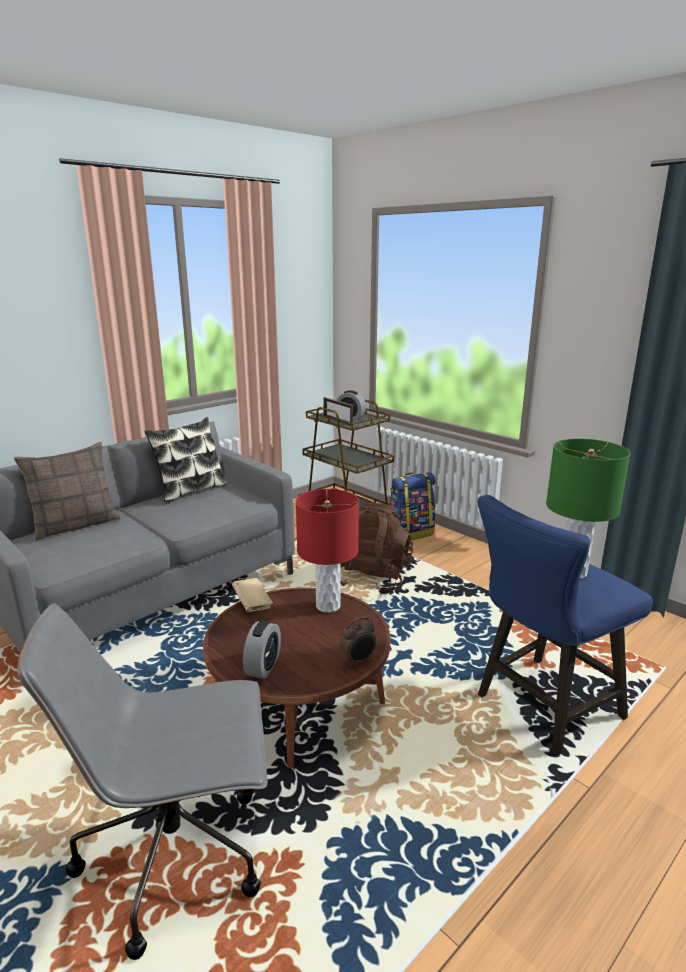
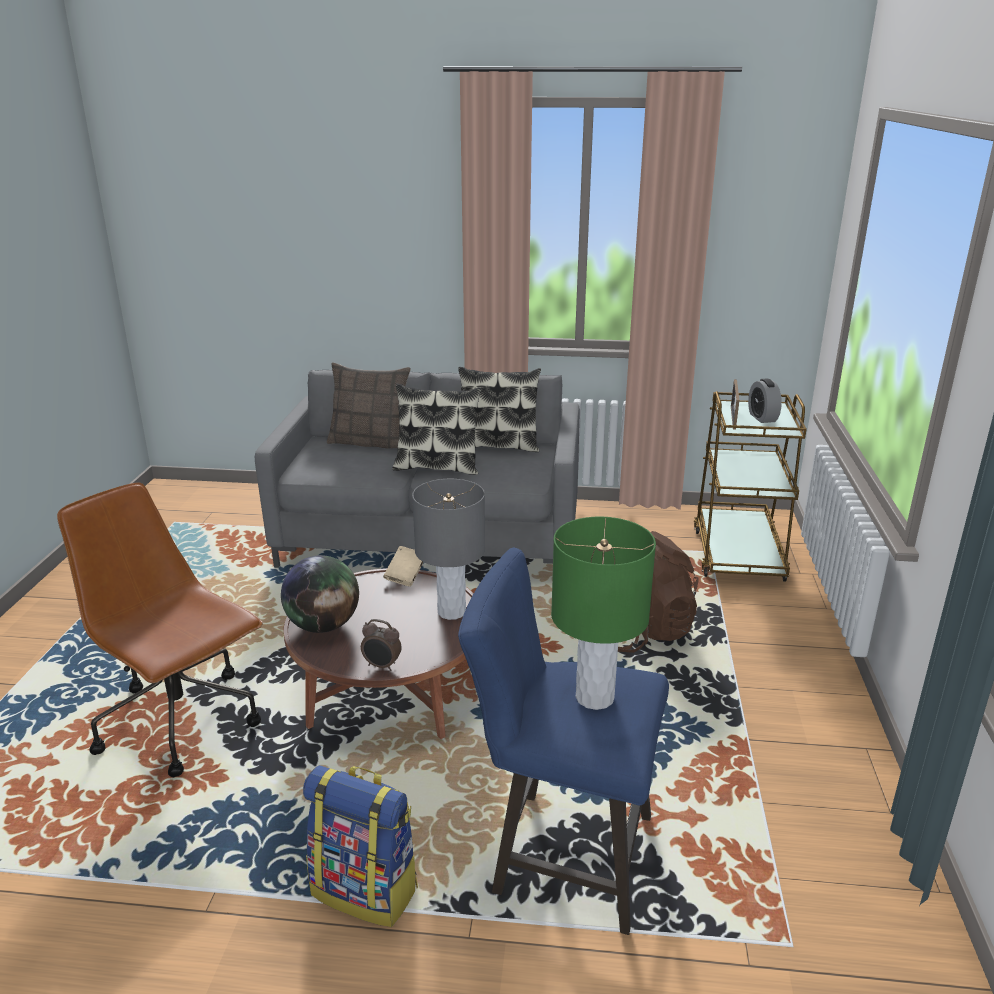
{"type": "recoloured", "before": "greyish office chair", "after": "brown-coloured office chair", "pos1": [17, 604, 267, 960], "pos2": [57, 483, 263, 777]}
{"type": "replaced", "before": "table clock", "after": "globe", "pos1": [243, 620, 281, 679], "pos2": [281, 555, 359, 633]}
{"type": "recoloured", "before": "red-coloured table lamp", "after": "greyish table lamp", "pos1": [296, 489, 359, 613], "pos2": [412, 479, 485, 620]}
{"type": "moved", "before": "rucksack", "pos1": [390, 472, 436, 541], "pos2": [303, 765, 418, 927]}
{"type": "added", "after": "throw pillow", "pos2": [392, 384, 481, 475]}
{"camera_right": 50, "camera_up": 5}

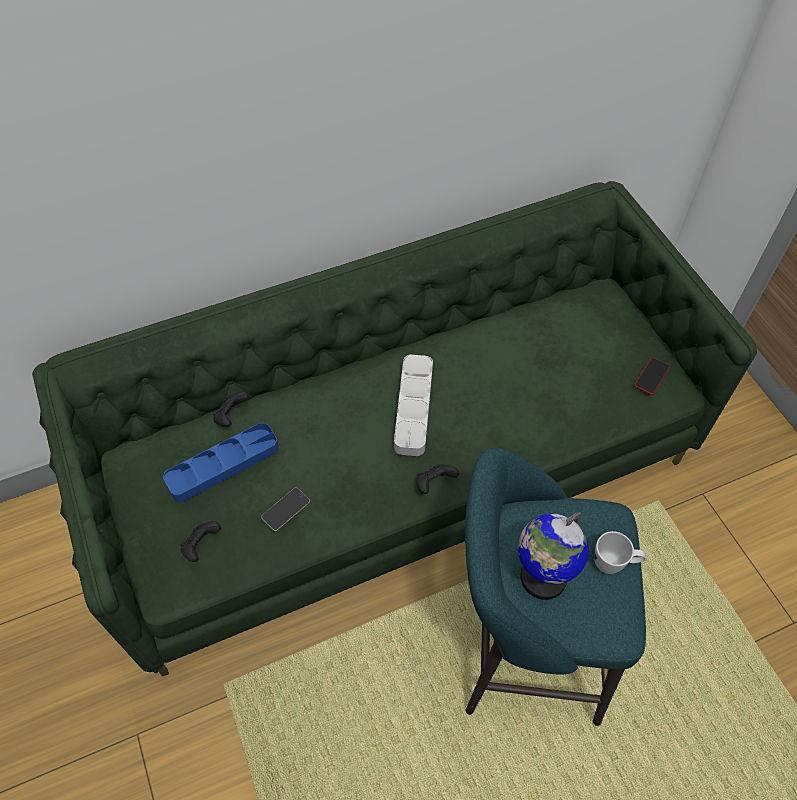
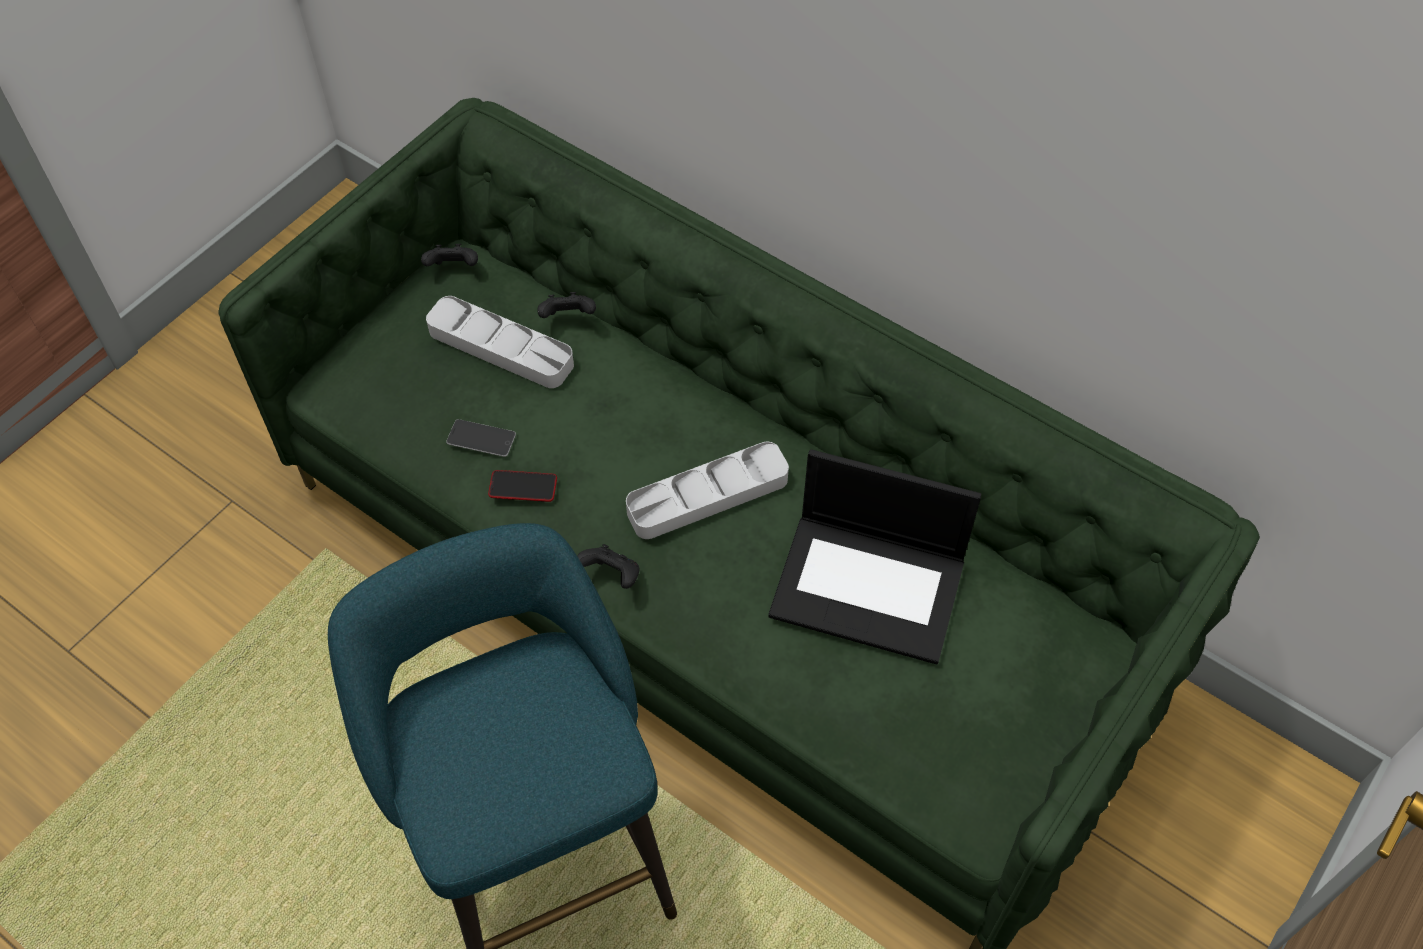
{"type": "recoloured", "before": "blue serving tray", "after": "greyish serving tray", "pos1": [163, 423, 279, 502], "pos2": [426, 296, 574, 388]}
{"type": "moved", "before": "black gamepad", "pos1": [180, 521, 221, 562], "pos2": [421, 244, 478, 266]}
{"type": "removed", "before": "globe", "pos1": [518, 512, 589, 600]}
{"type": "removed", "before": "whitish tea mug", "pos1": [594, 531, 646, 574]}
{"type": "moved", "before": "phone", "pos1": [634, 358, 670, 395], "pos2": [488, 470, 557, 502]}
{"type": "added", "after": "notebook computer", "pos2": [768, 449, 981, 664]}
{"camera_right": 60, "camera_up": 0}

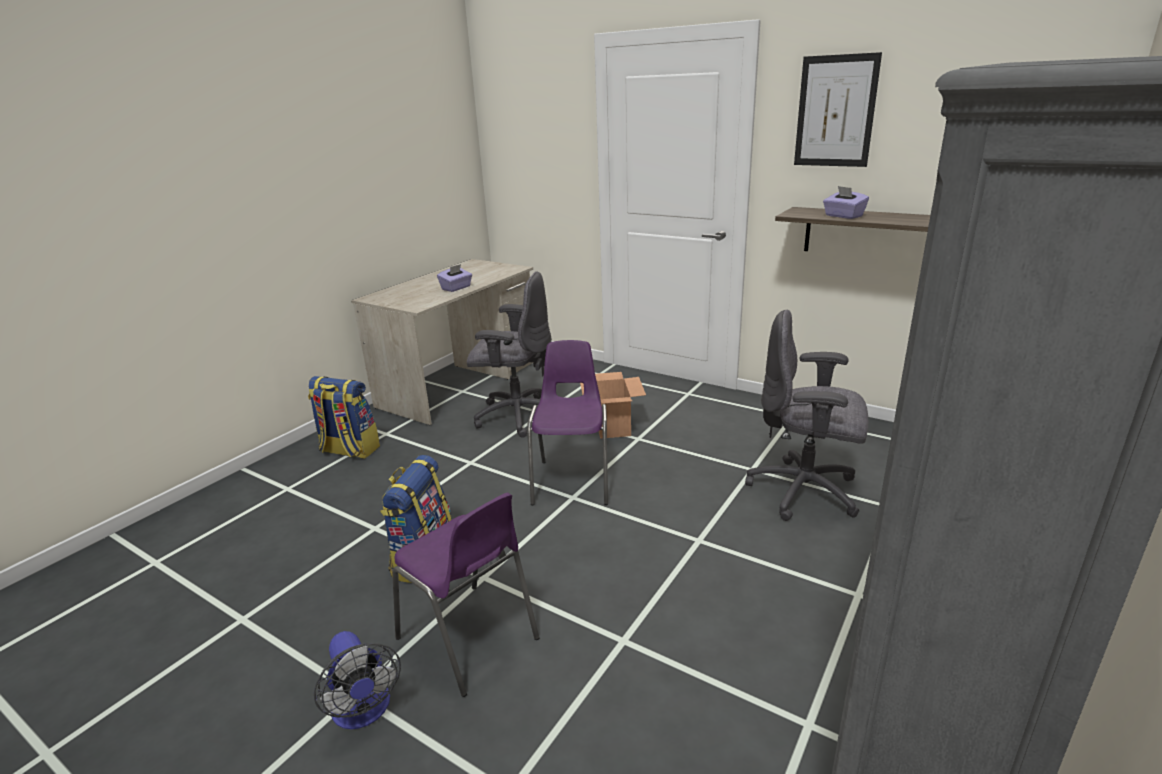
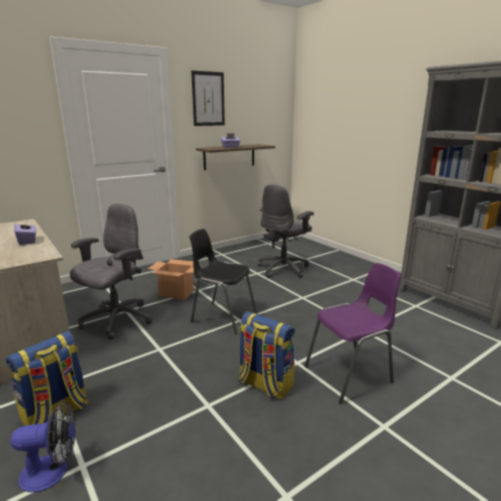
{"type": "moved", "before": "cooling fan", "pos1": [314, 631, 401, 729], "pos2": [10, 401, 76, 492]}
{"type": "recoloured", "before": "purple upright chair", "after": "black upright chair", "pos1": [527, 340, 608, 505], "pos2": [189, 229, 257, 335]}
{"camera_right": -70, "camera_up": -5}

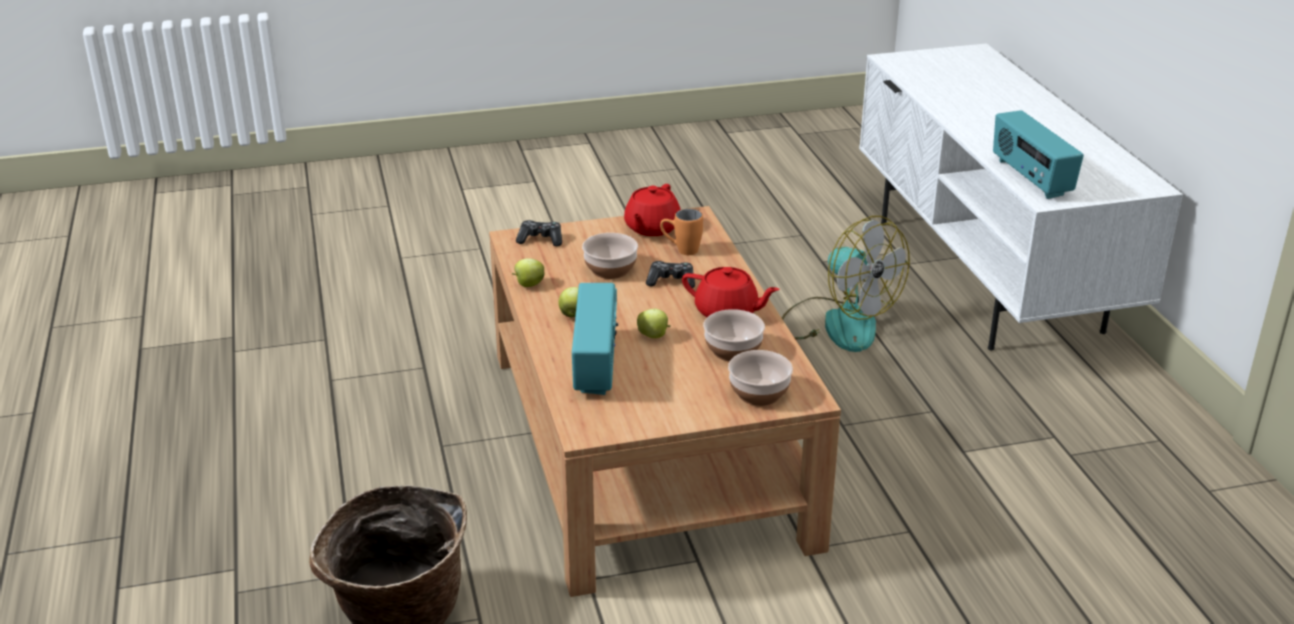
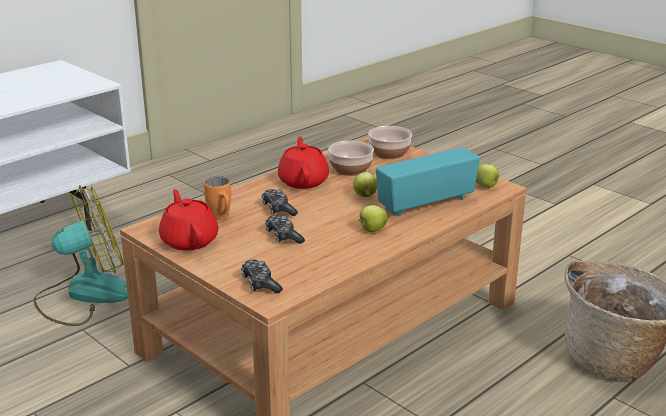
{"type": "moved", "before": "whole apple", "pos1": [512, 258, 544, 287], "pos2": [476, 164, 499, 188]}
{"type": "replaced", "before": "serving bowl", "after": "gamepad", "pos1": [582, 233, 638, 279], "pos2": [265, 215, 305, 244]}
{"type": "turned", "before": "red-coloured tea pot", "pos1": [624, 184, 681, 236], "pos2": [159, 189, 218, 251], "turn": -105}
{"type": "turned", "before": "cooling fan", "pos1": [782, 216, 910, 352], "pos2": [34, 185, 128, 326], "turn": 45}
{"type": "removed", "before": "radio receiver", "pos1": [993, 110, 1084, 199]}
{"camera_right": -120, "camera_up": -5}

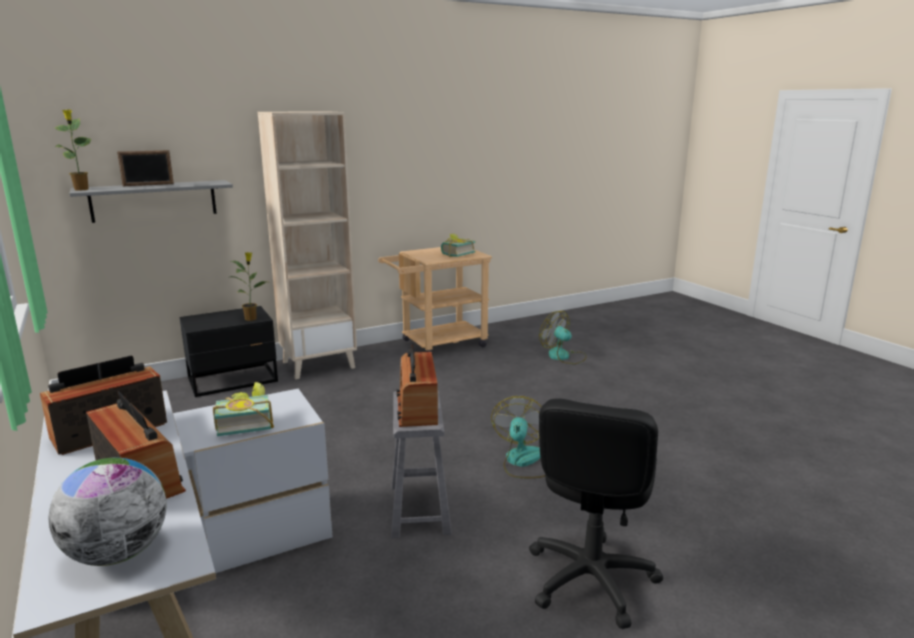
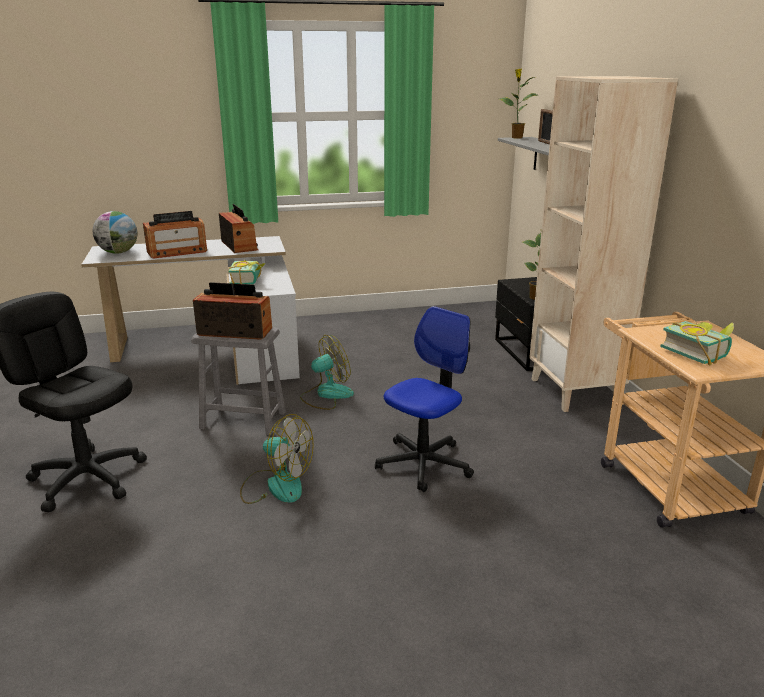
{"type": "moved", "before": "cooling fan", "pos1": [539, 311, 587, 364], "pos2": [300, 335, 354, 410]}
{"type": "added", "after": "office chair", "pos2": [375, 306, 474, 492]}
{"camera_right": 105, "camera_up": 5}

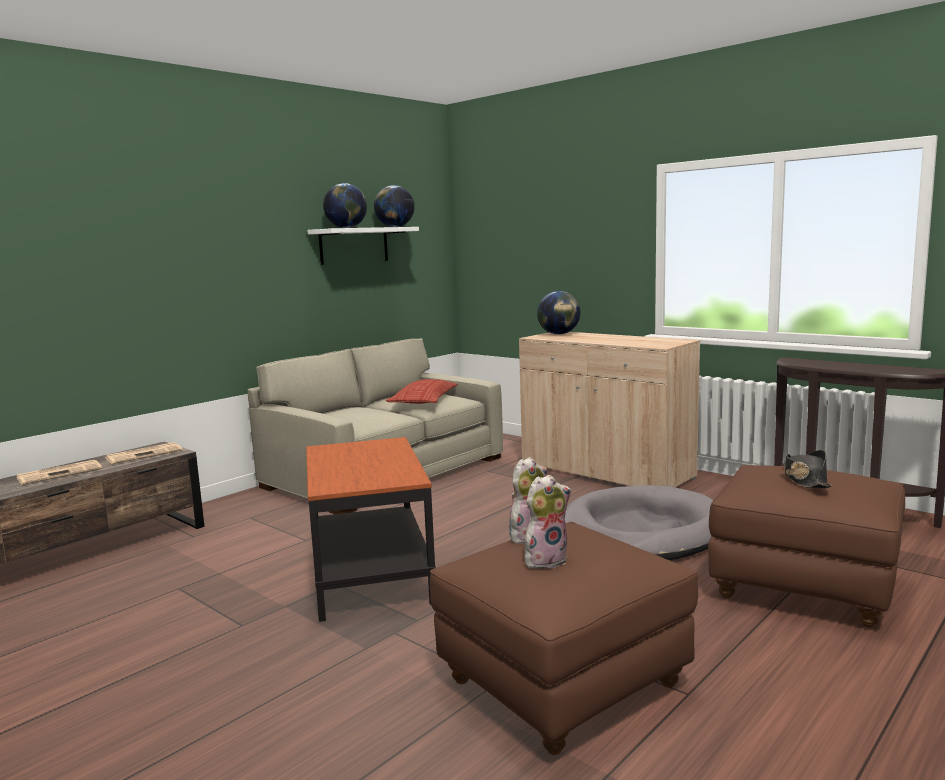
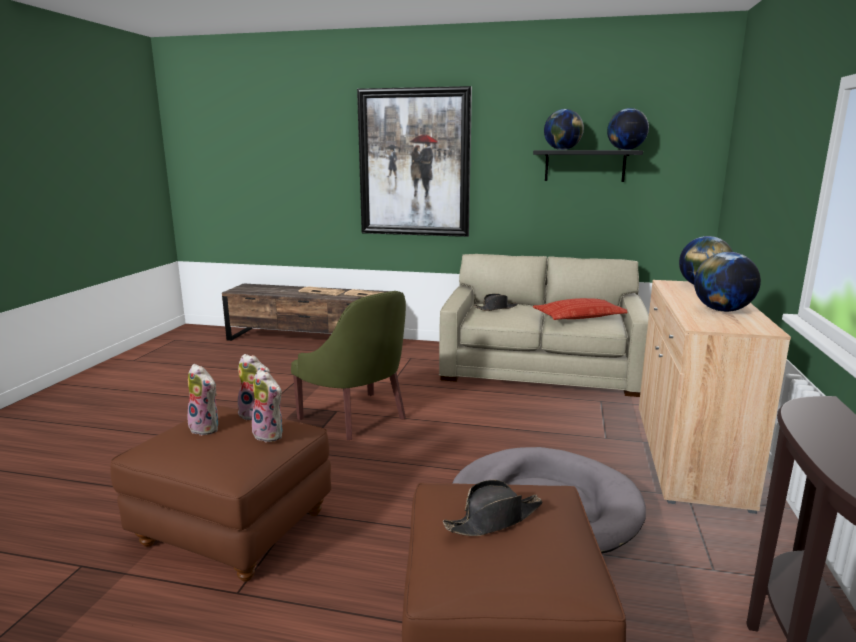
{"type": "replaced", "before": "accent table", "after": "green lounge chair", "pos1": [306, 437, 436, 622], "pos2": [291, 291, 406, 440]}
{"type": "recoloured", "before": "whitish shelf", "after": "black shelf", "pos1": [307, 227, 419, 265], "pos2": [533, 150, 643, 182]}
{"type": "added", "after": "plush toy", "pos2": [252, 369, 283, 442]}
{"type": "added", "after": "wall picture", "pos2": [357, 86, 472, 237]}
{"type": "added", "after": "black clothing hat", "pos2": [474, 294, 518, 311]}
{"type": "added", "after": "globe", "pos2": [694, 252, 761, 312]}
{"camera_right": 60, "camera_up": 5}

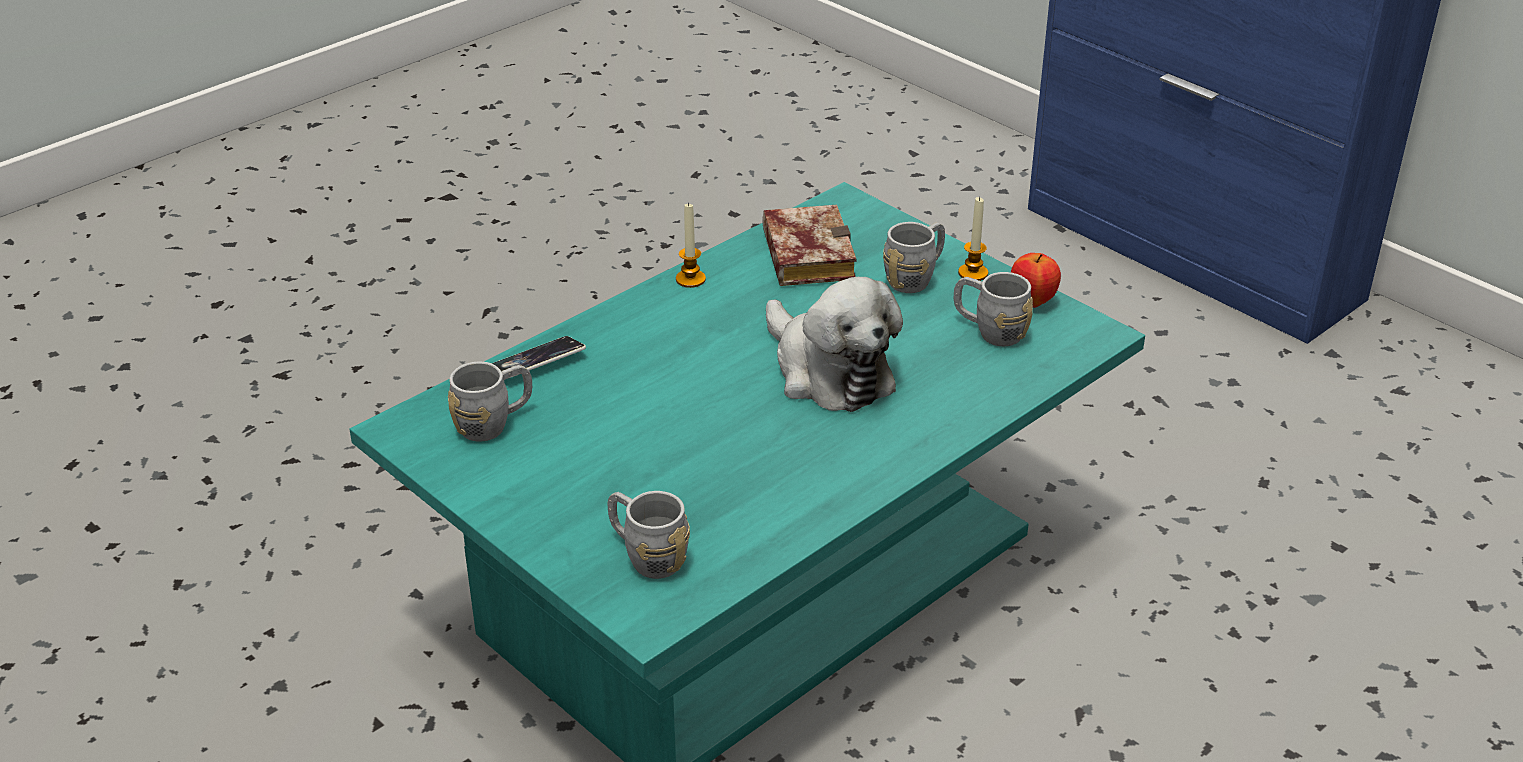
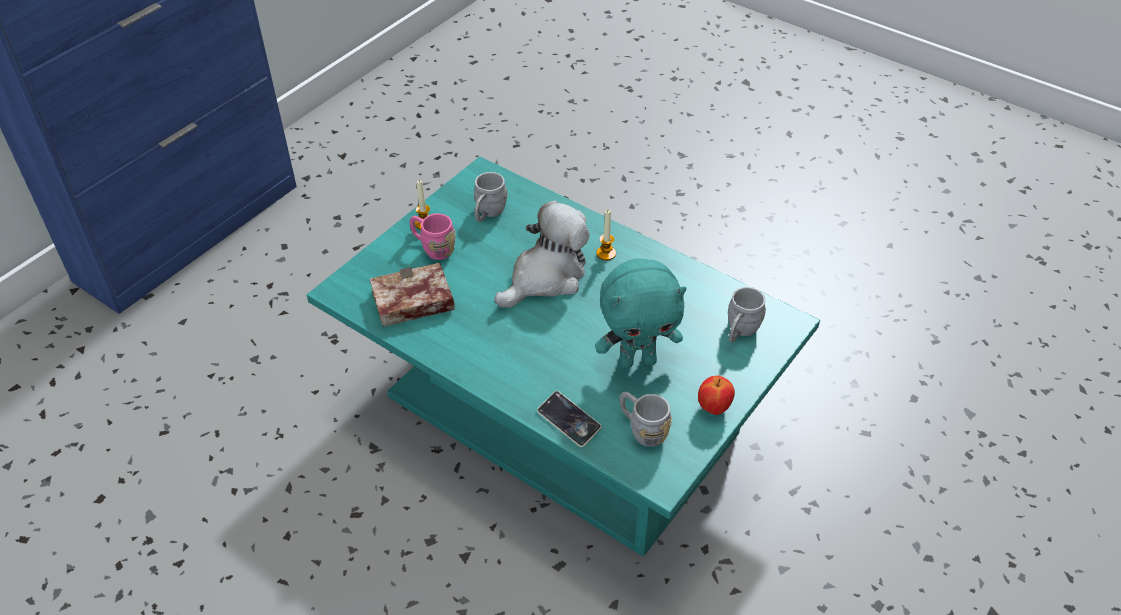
{"type": "moved", "before": "wax candle", "pos1": [676, 202, 706, 288], "pos2": [597, 210, 616, 260]}
{"type": "recoloured", "before": "greyish tea mug", "after": "pinkish tea mug", "pos1": [883, 222, 945, 293], "pos2": [410, 213, 456, 260]}
{"type": "moved", "before": "whole apple", "pos1": [1011, 253, 1061, 308], "pos2": [698, 376, 735, 415]}
{"type": "added", "after": "turquoise plush toy", "pos2": [595, 258, 686, 369]}
{"camera_right": -100, "camera_up": 10}

